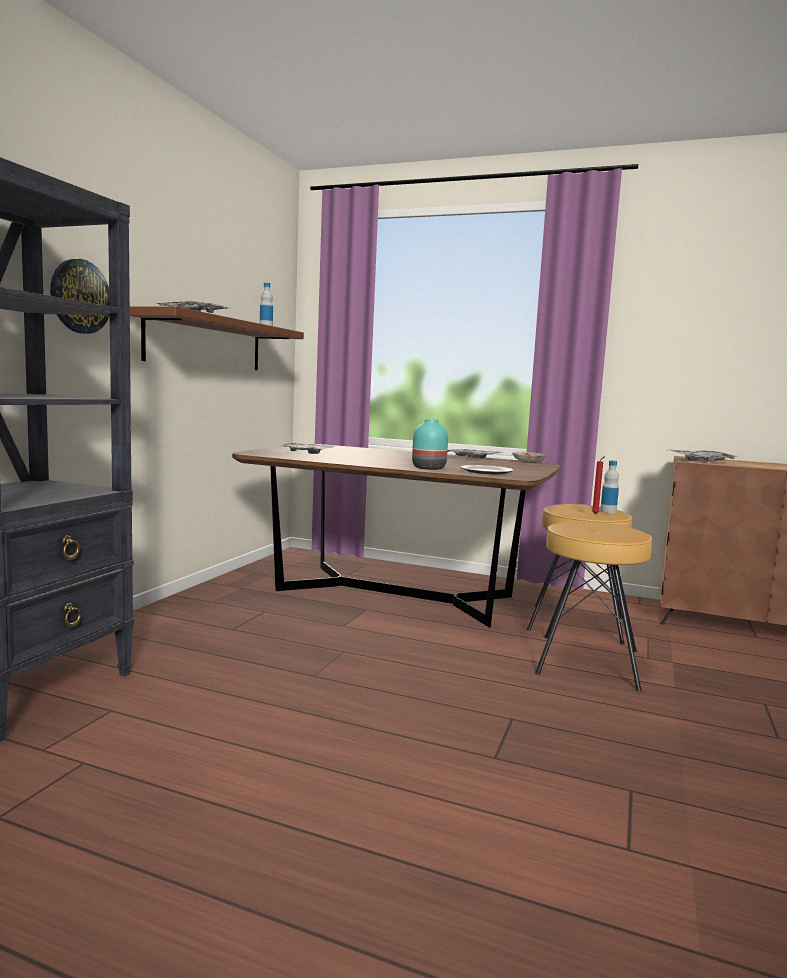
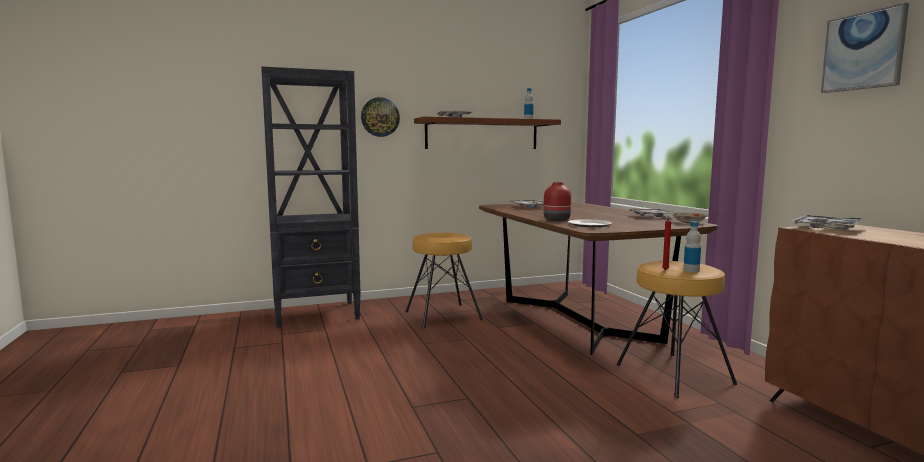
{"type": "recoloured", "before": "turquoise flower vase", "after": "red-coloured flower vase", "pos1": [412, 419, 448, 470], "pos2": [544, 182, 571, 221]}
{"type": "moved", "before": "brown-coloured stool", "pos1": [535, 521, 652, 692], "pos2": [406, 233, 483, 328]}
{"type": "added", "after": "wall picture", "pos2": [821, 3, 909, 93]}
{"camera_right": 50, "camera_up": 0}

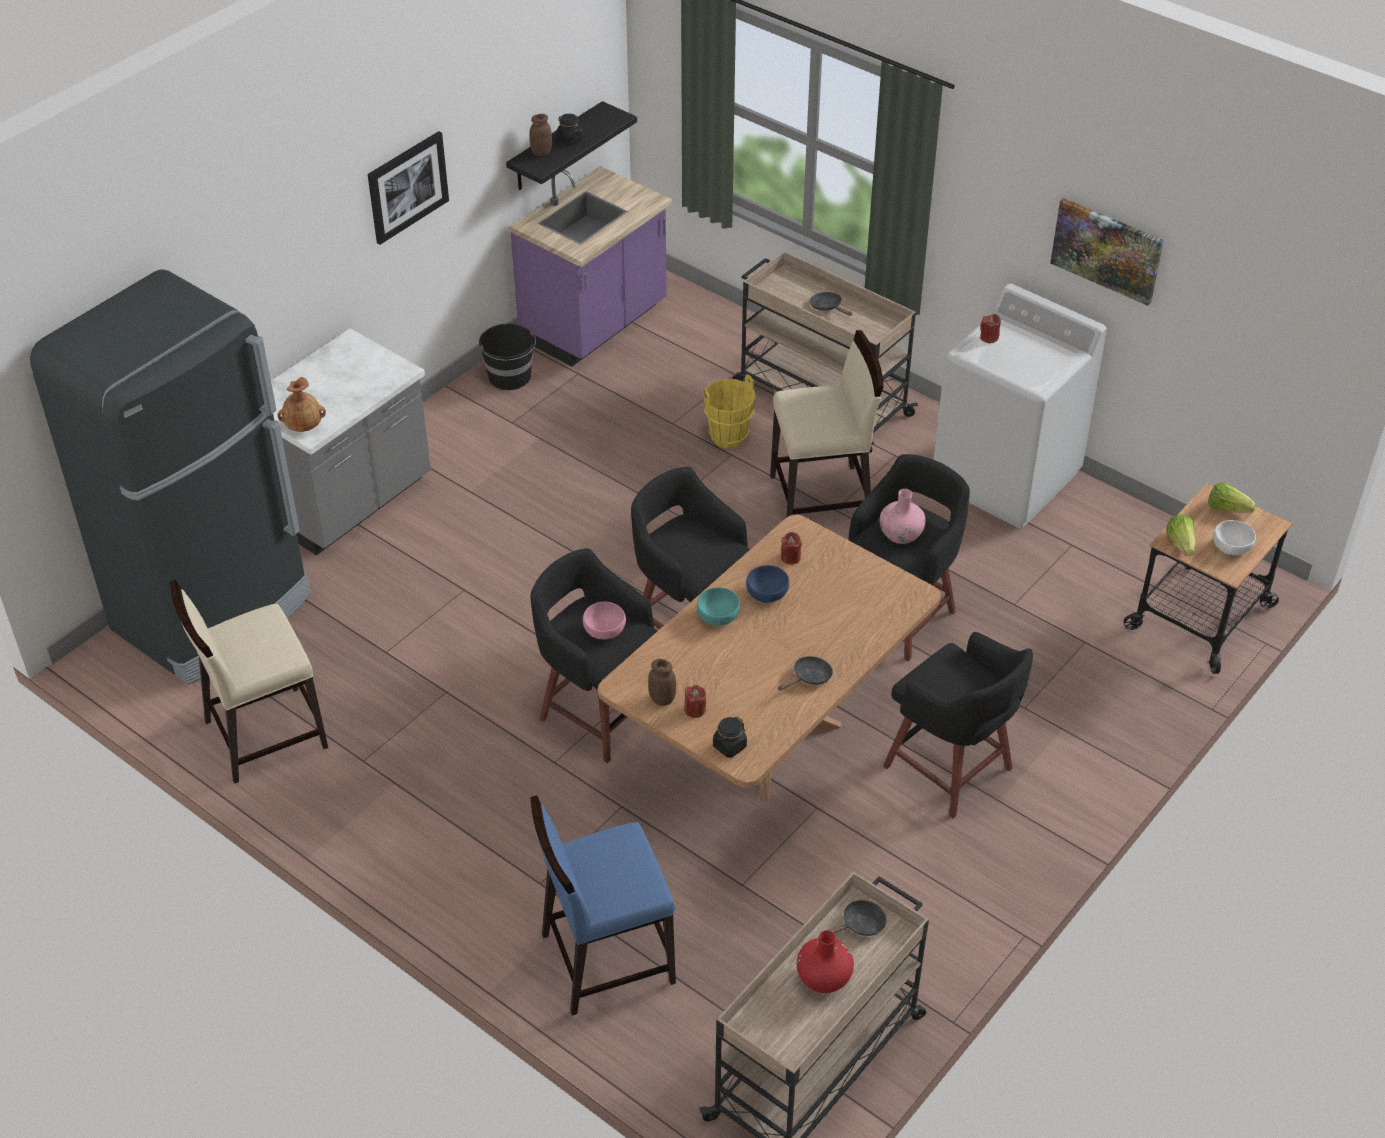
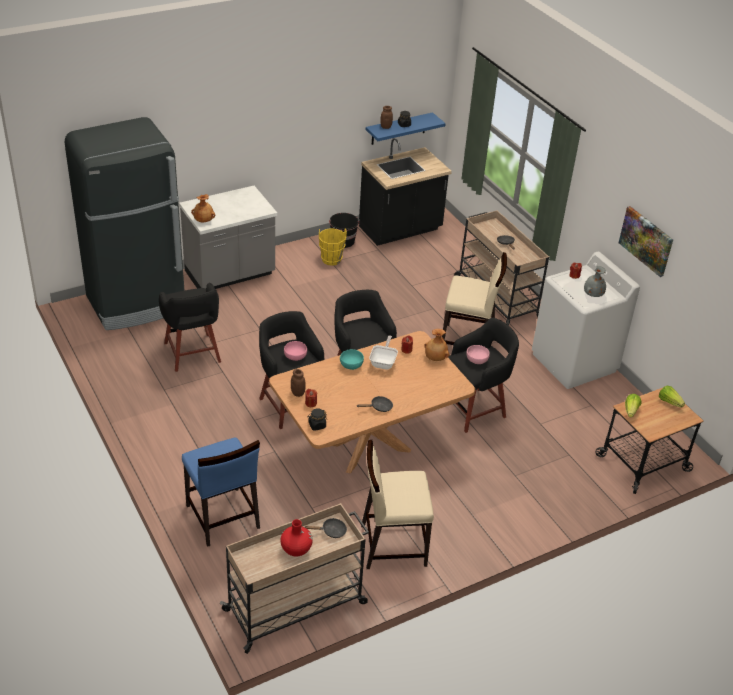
{"type": "moved", "before": "beige upright chair", "pos1": [170, 580, 328, 784], "pos2": [361, 440, 434, 569]}
{"type": "removed", "before": "wall picture", "pos1": [367, 131, 449, 245]}
{"type": "recoloured", "before": "black shelf", "after": "blue shelf", "pos1": [506, 101, 637, 190], "pos2": [366, 112, 446, 145]}
{"type": "recoloured", "before": "purple counter", "after": "black counter", "pos1": [509, 166, 671, 366], "pos2": [359, 138, 452, 246]}
{"type": "turned", "before": "blue upright chair", "pos1": [530, 795, 676, 1016], "pos2": [182, 437, 260, 547], "turn": -120}
{"type": "moved", "before": "yellow pail", "pos1": [703, 374, 756, 449], "pos2": [319, 229, 347, 266]}
{"type": "replaced", "before": "blue serving bowl", "after": "skillet", "pos1": [746, 565, 789, 603], "pos2": [369, 335, 398, 370]}
{"type": "replaced", "before": "pinkish flower vase", "after": "pinkish serving bowl", "pos1": [880, 489, 926, 544], "pos2": [466, 345, 490, 364]}
{"type": "moved", "before": "black stool", "pos1": [883, 632, 1033, 818], "pos2": [159, 283, 221, 372]}
{"type": "removed", "before": "whitish serving bowl", "pos1": [1213, 520, 1256, 555]}
{"type": "added", "after": "brown-coloured flower vase", "pos2": [424, 329, 450, 361]}
{"type": "added", "after": "greyish flower vase", "pos2": [584, 266, 606, 297]}
{"camera_right": 20, "camera_up": -5}

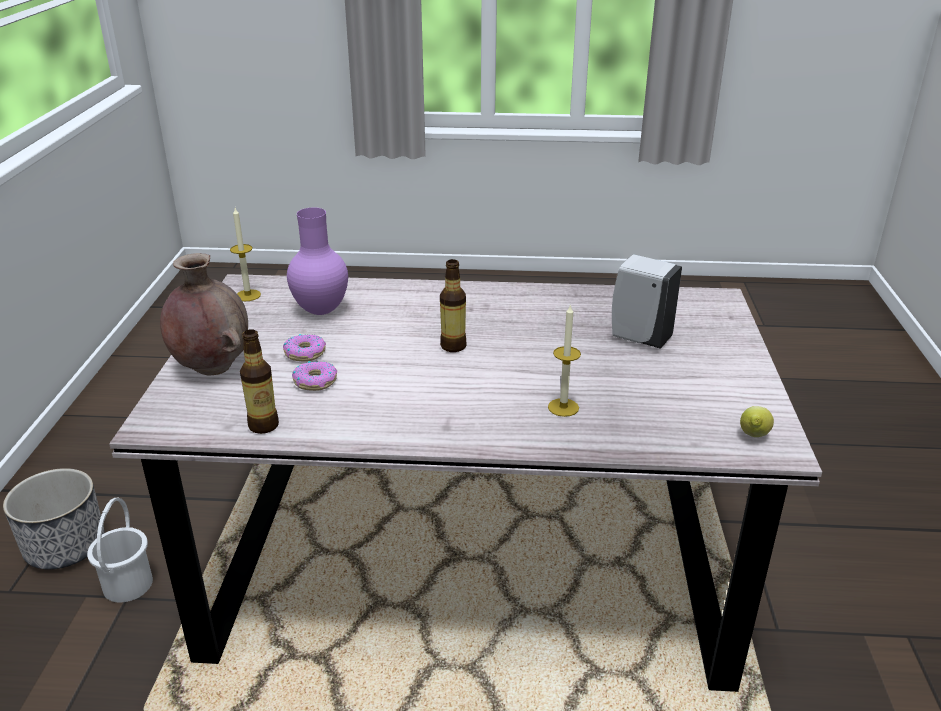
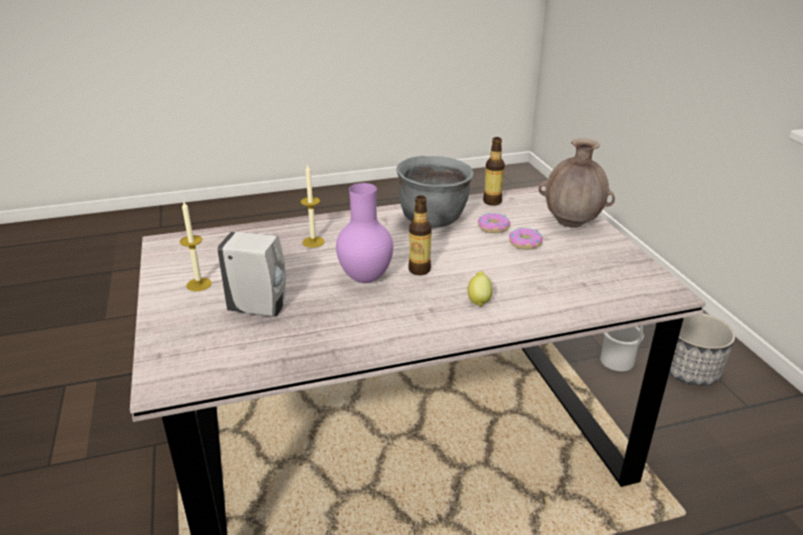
{"type": "moved", "before": "wax candle", "pos1": [230, 208, 261, 301], "pos2": [180, 202, 212, 291]}
{"type": "moved", "before": "purple flower vase", "pos1": [287, 207, 348, 315], "pos2": [336, 183, 393, 283]}
{"type": "moved", "before": "citrus fruit", "pos1": [740, 406, 774, 437], "pos2": [467, 271, 492, 307]}
{"type": "added", "after": "greyish saucepot", "pos2": [397, 156, 474, 228]}
{"camera_right": 160, "camera_up": 0}

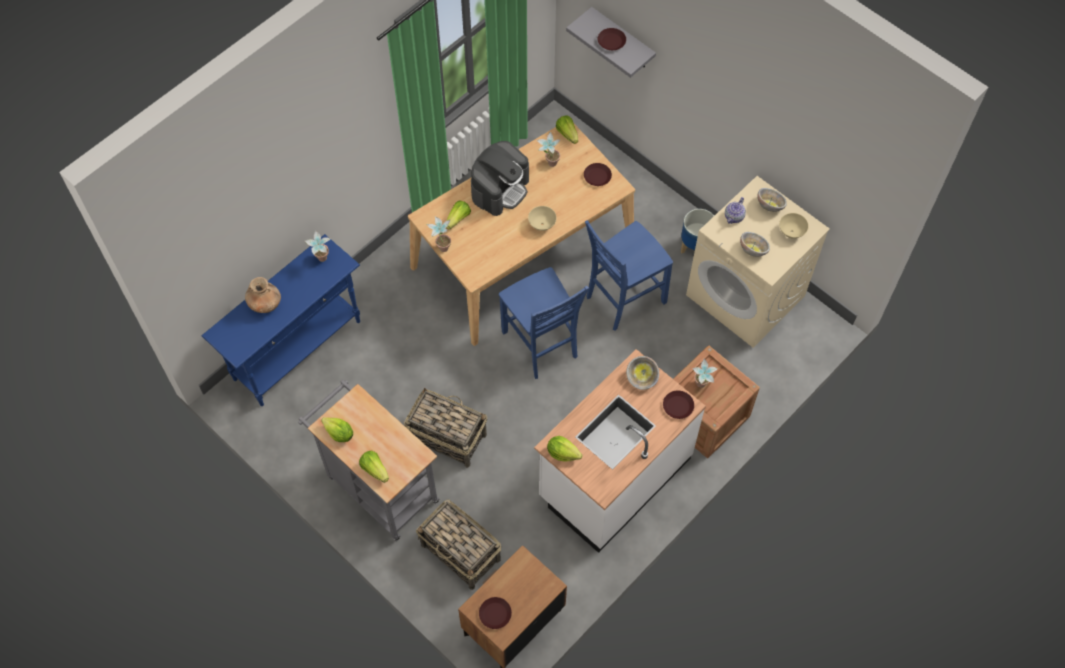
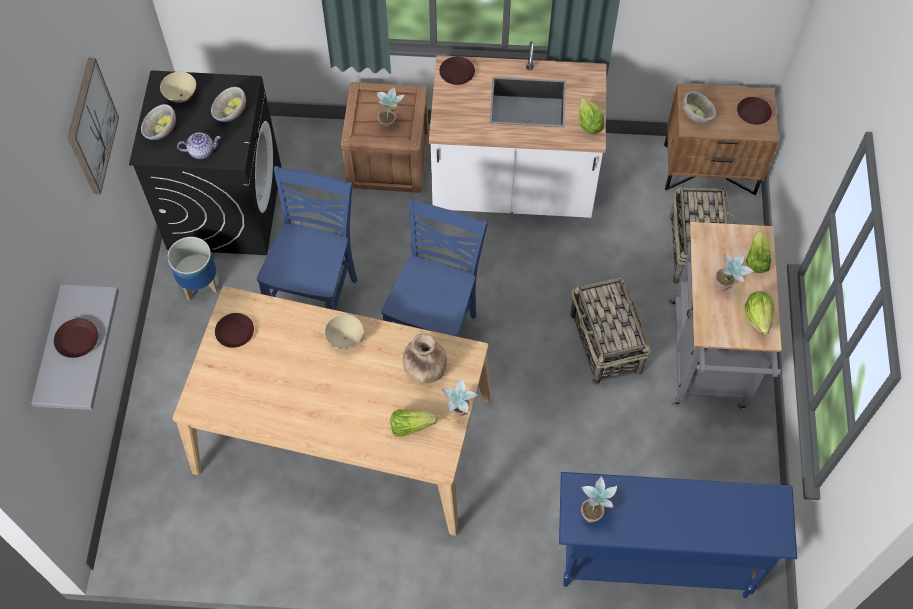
{"type": "moved", "before": "brown-coloured flower vase", "pos1": [245, 277, 281, 313], "pos2": [403, 333, 447, 383]}
{"type": "removed", "before": "coffee machine", "pos1": [471, 141, 529, 216]}
{"type": "moved", "before": "potted plant", "pos1": [536, 132, 561, 167], "pos2": [715, 253, 754, 292]}
{"type": "removed", "before": "lettuce head", "pos1": [556, 115, 578, 144]}
{"type": "turned", "before": "blue upright chair", "pos1": [585, 220, 673, 331], "pos2": [257, 166, 357, 310], "turn": -90}
{"type": "moved", "before": "serving bowl", "pos1": [626, 356, 659, 390], "pos2": [683, 91, 716, 123]}
{"type": "recoloured", "before": "beige laundry appliance", "after": "black laundry appliance", "pos1": [686, 176, 830, 348], "pos2": [129, 70, 281, 255]}
{"type": "added", "after": "wall picture", "pos2": [67, 58, 119, 194]}
{"camera_right": -130, "camera_up": 0}

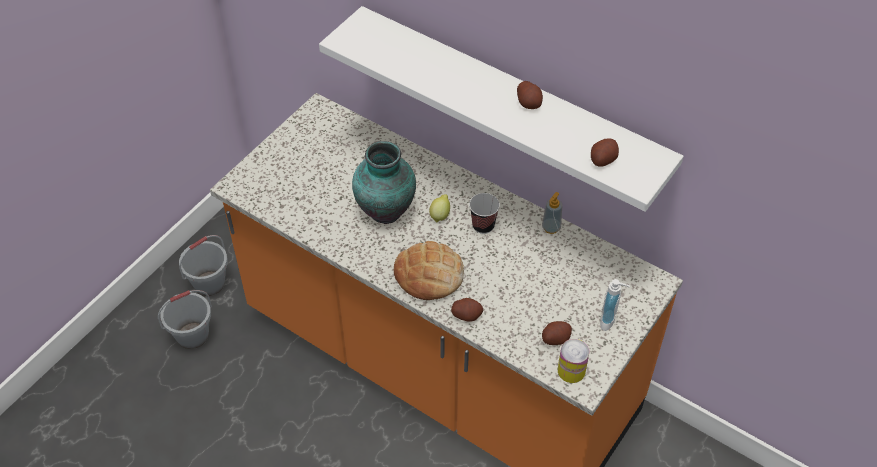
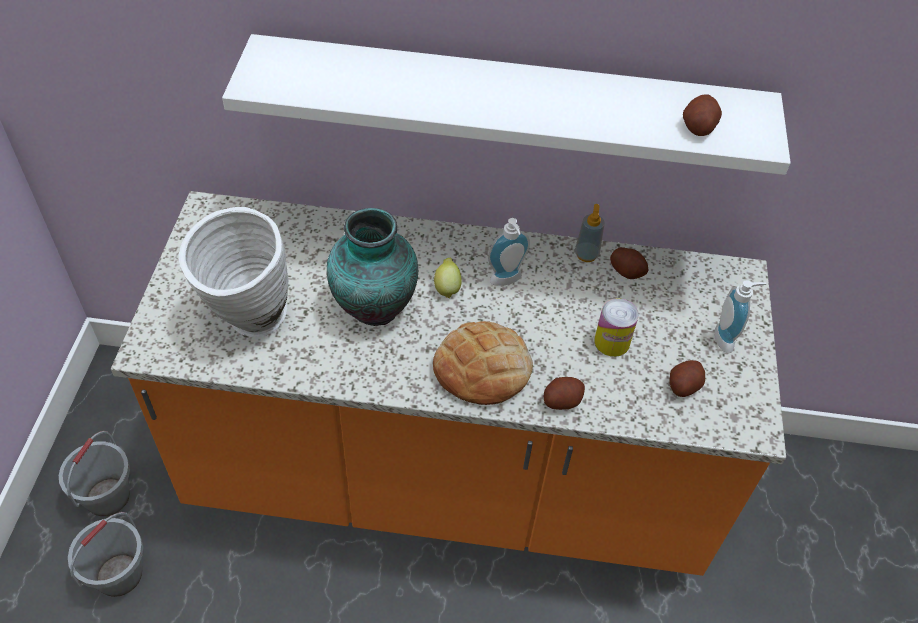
{"type": "replaced", "before": "small cup", "after": "soap bottle", "pos1": [469, 193, 500, 234], "pos2": [488, 218, 530, 286]}
{"type": "moved", "before": "whole potato", "pos1": [517, 81, 543, 109], "pos2": [610, 247, 648, 279]}
{"type": "moved", "before": "sealed can", "pos1": [558, 339, 589, 383], "pos2": [594, 298, 639, 357]}
{"type": "added", "after": "whitish flower vase", "pos2": [179, 207, 288, 337]}
{"camera_right": -30, "camera_up": 0}

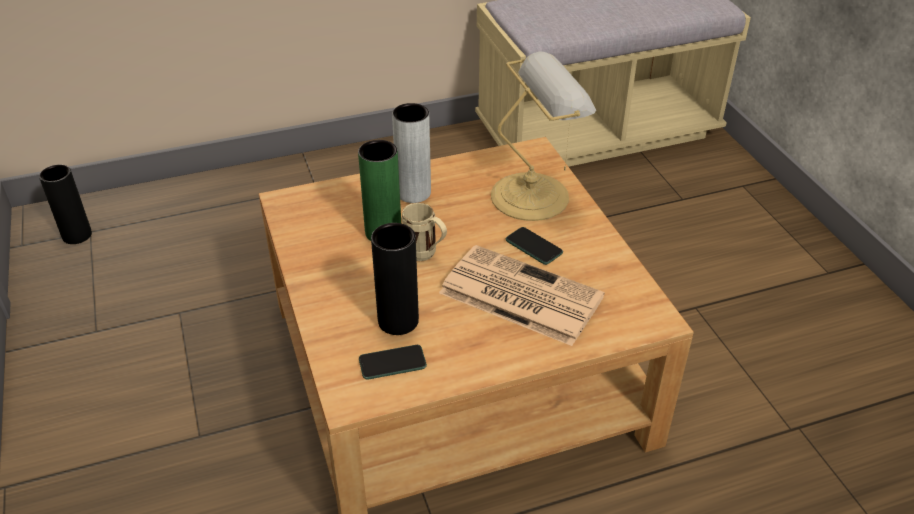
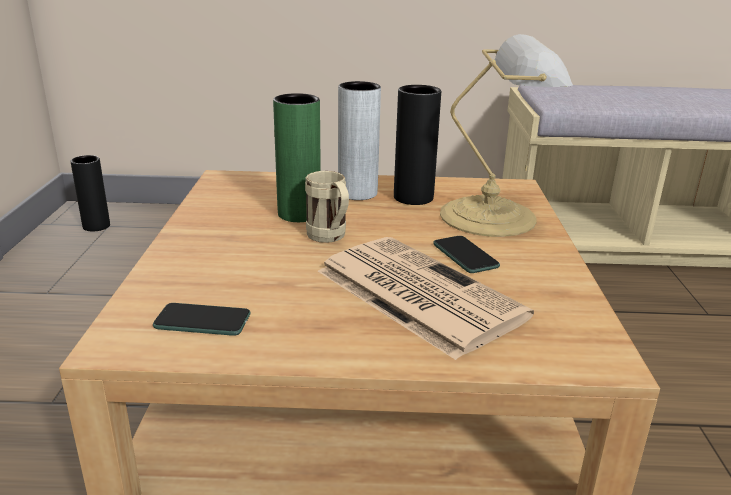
{"type": "moved", "before": "black flower vase", "pos1": [371, 223, 419, 335], "pos2": [394, 85, 441, 205]}
{"camera_right": 20, "camera_up": -15}

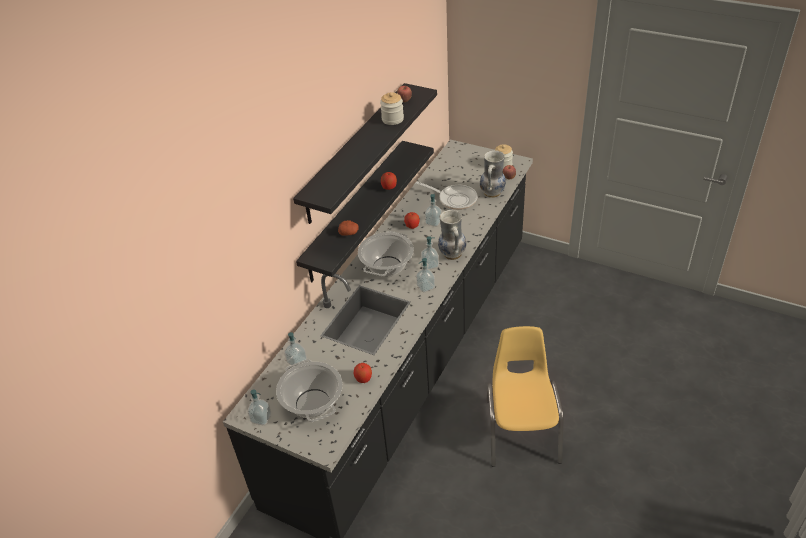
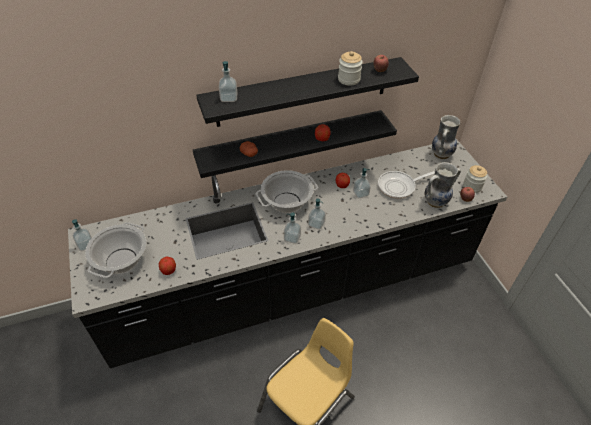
{"type": "moved", "before": "soap bottle", "pos1": [284, 332, 307, 365], "pos2": [219, 61, 237, 102]}
{"type": "turned", "before": "skillet", "pos1": [415, 182, 477, 210], "pos2": [378, 171, 435, 199], "turn": 90}
{"type": "moved", "before": "flower vase", "pos1": [438, 210, 466, 260], "pos2": [432, 115, 460, 159]}
{"camera_right": 40, "camera_up": 5}

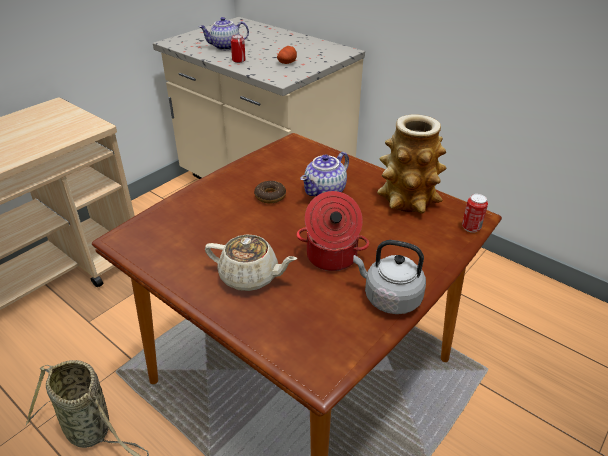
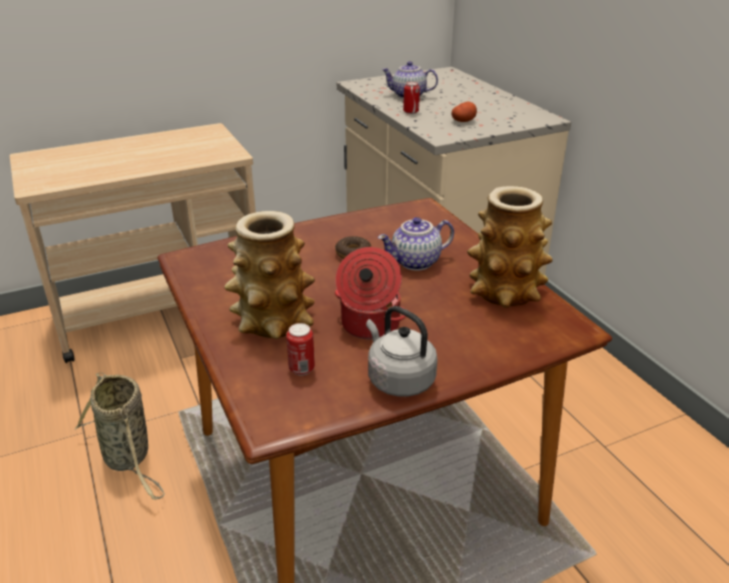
{"type": "replaced", "before": "beige tea pot", "after": "flower vase", "pos1": [205, 234, 297, 291], "pos2": [224, 211, 315, 339]}
{"type": "moved", "before": "sealed can", "pos1": [462, 194, 488, 233], "pos2": [286, 323, 315, 376]}
{"camera_right": 25, "camera_up": -5}

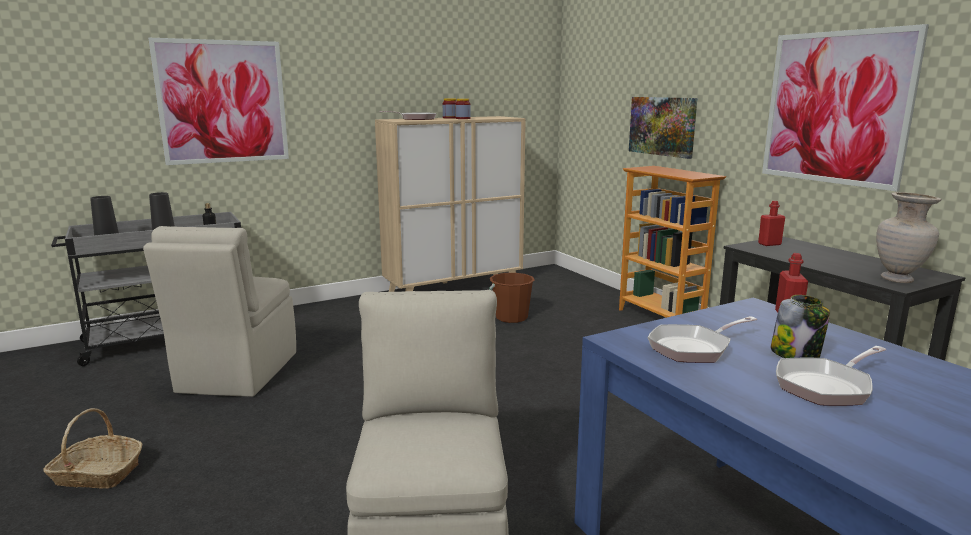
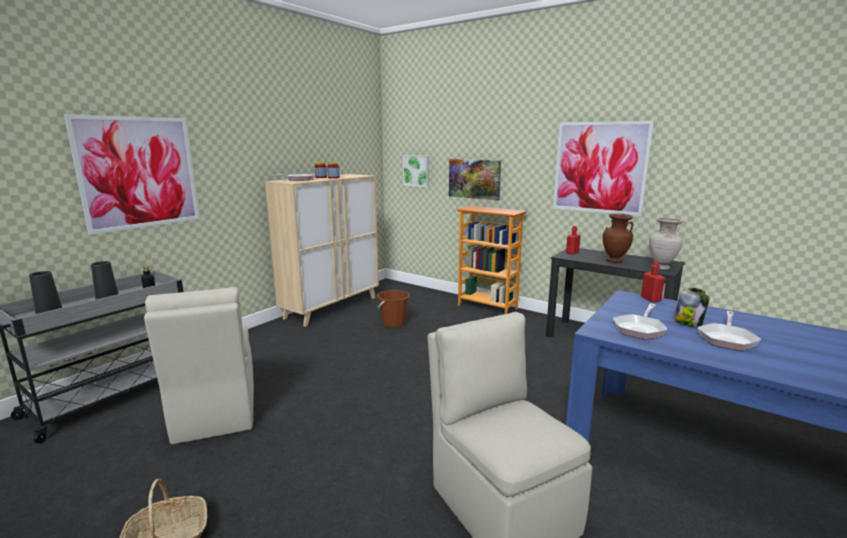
{"type": "added", "after": "wall picture", "pos2": [403, 155, 429, 187]}
{"type": "added", "after": "brown-coloured flower vase", "pos2": [603, 213, 634, 263]}
{"camera_right": -25, "camera_up": 0}

